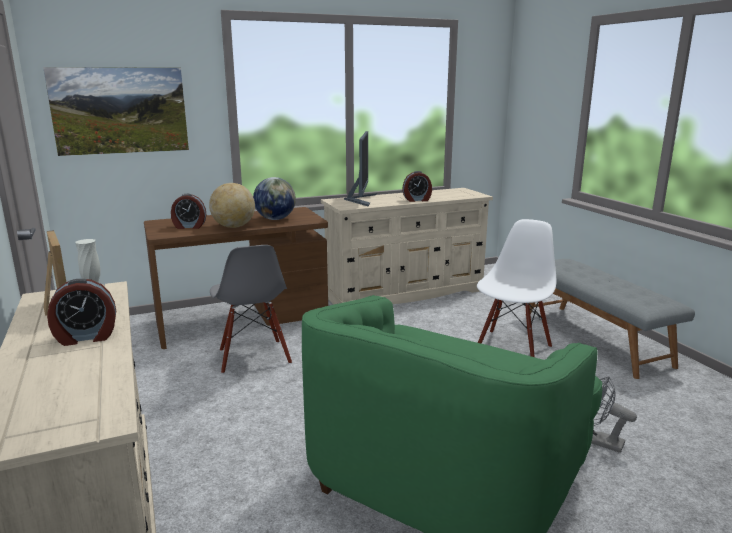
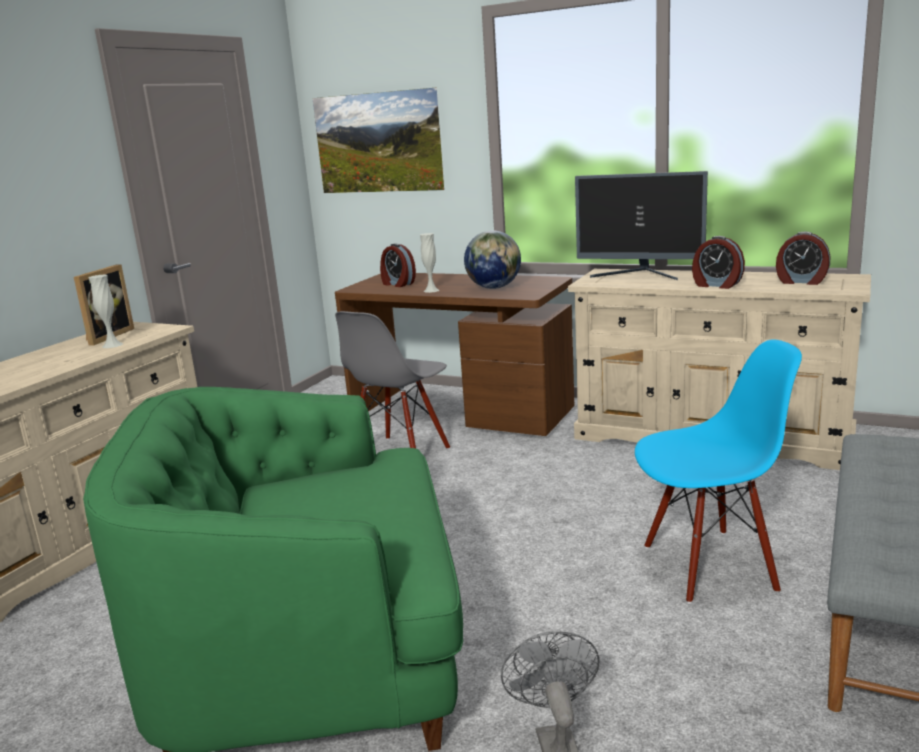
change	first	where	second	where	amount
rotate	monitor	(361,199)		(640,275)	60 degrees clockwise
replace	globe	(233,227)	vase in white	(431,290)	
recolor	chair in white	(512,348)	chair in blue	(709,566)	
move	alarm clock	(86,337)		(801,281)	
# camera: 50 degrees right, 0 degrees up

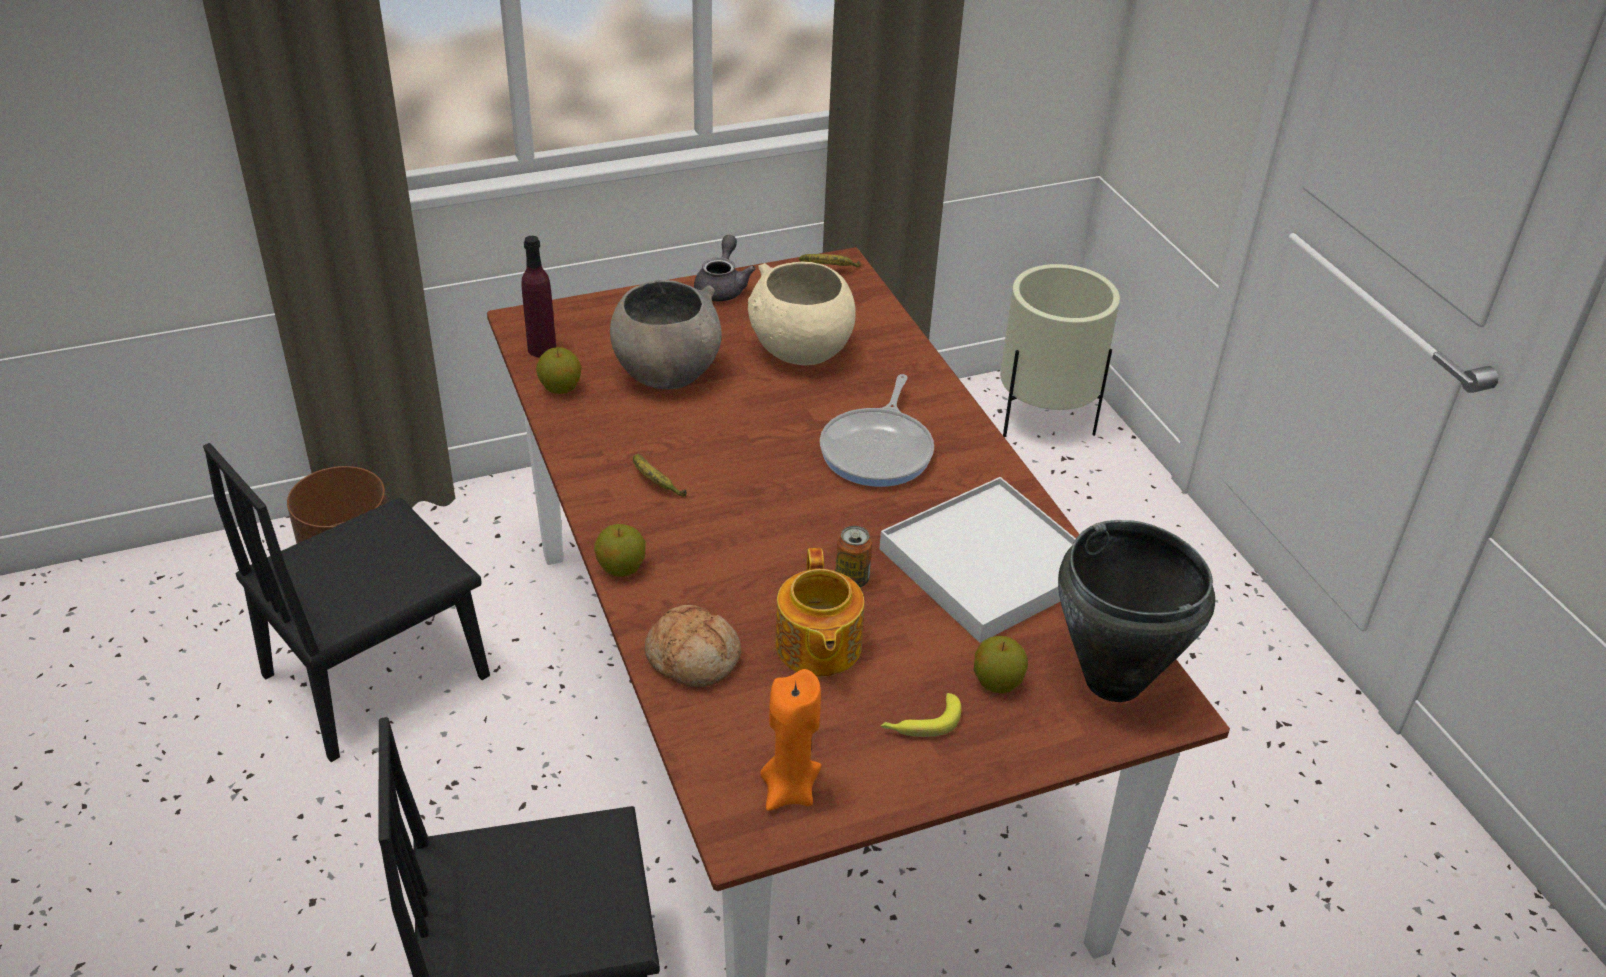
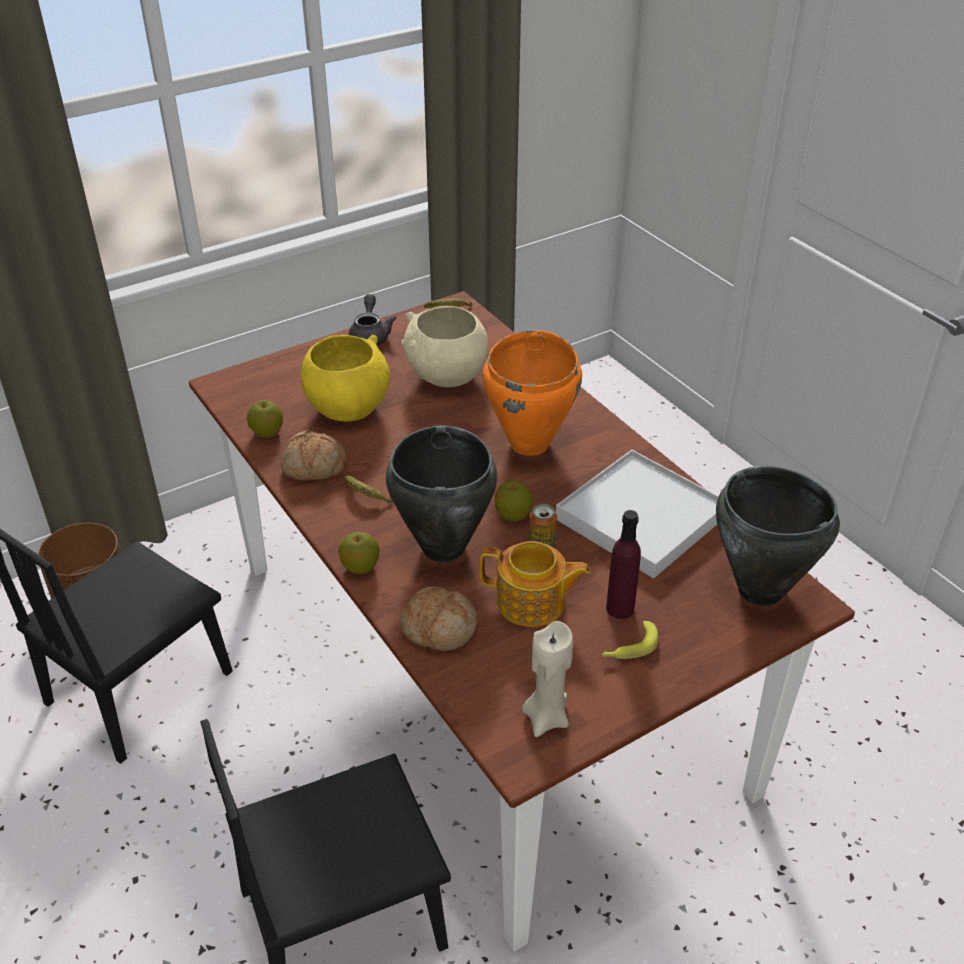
change	first	where	second	where	amount
move	bottle in purple	(542,349)		(620,608)	
delete	planter in beige	(1043,419)			
recolor	bowl in grey	(666,373)	bowl in yellow	(347,408)	
replace	frying pan	(879,450)	cooking pot in orange	(530,443)	
rotate	teapot	(817,647)		(532,603)	60 degrees counterclockwise
move	apple	(997,682)		(513,515)	
recolor	candle in orange	(789,790)	candle in beige	(546,717)	
insert			cooking pot in black	(442,548)	
insert			bread	(313,467)	
# camera: 10 degrees left, 0 degrees up

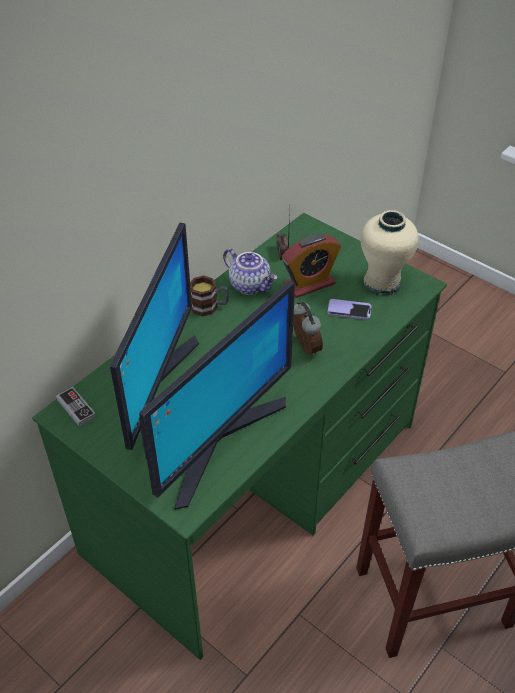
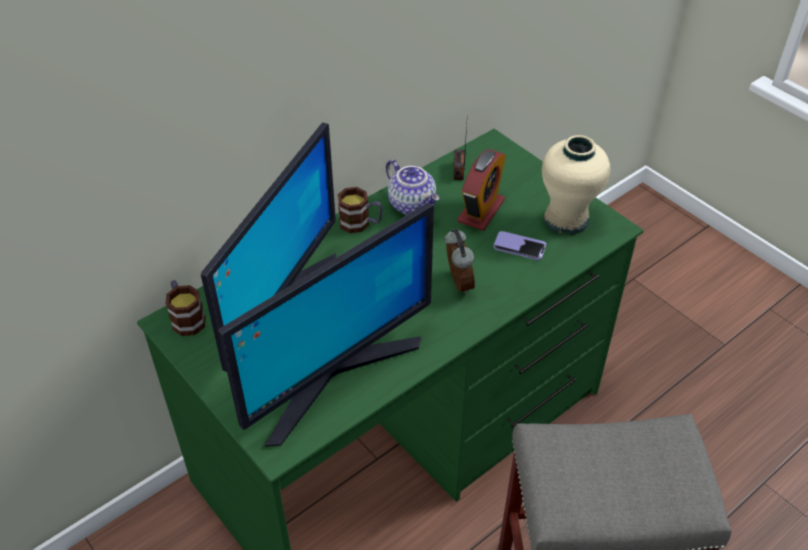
change	first	where	second	where	amount
rotate	alarm clock	(309,284)		(481,211)	45 degrees counterclockwise
replace	game controller	(76,408)	mug	(186,318)	
# camera: 10 degrees right, 0 degrees up

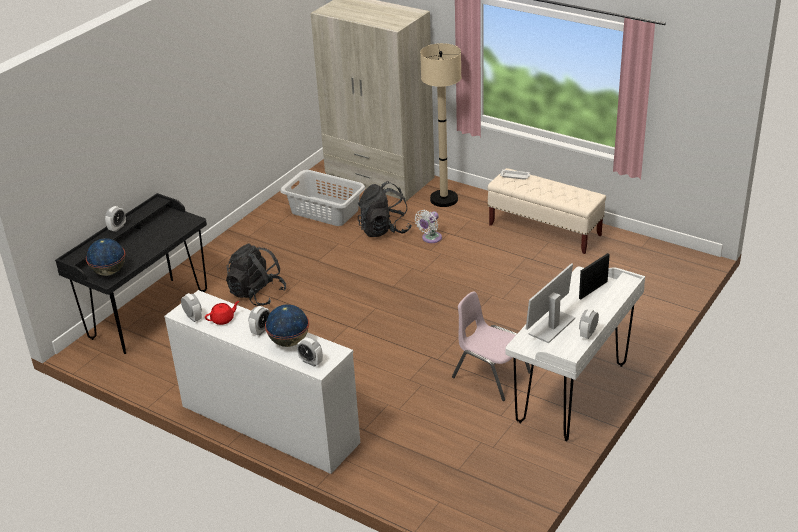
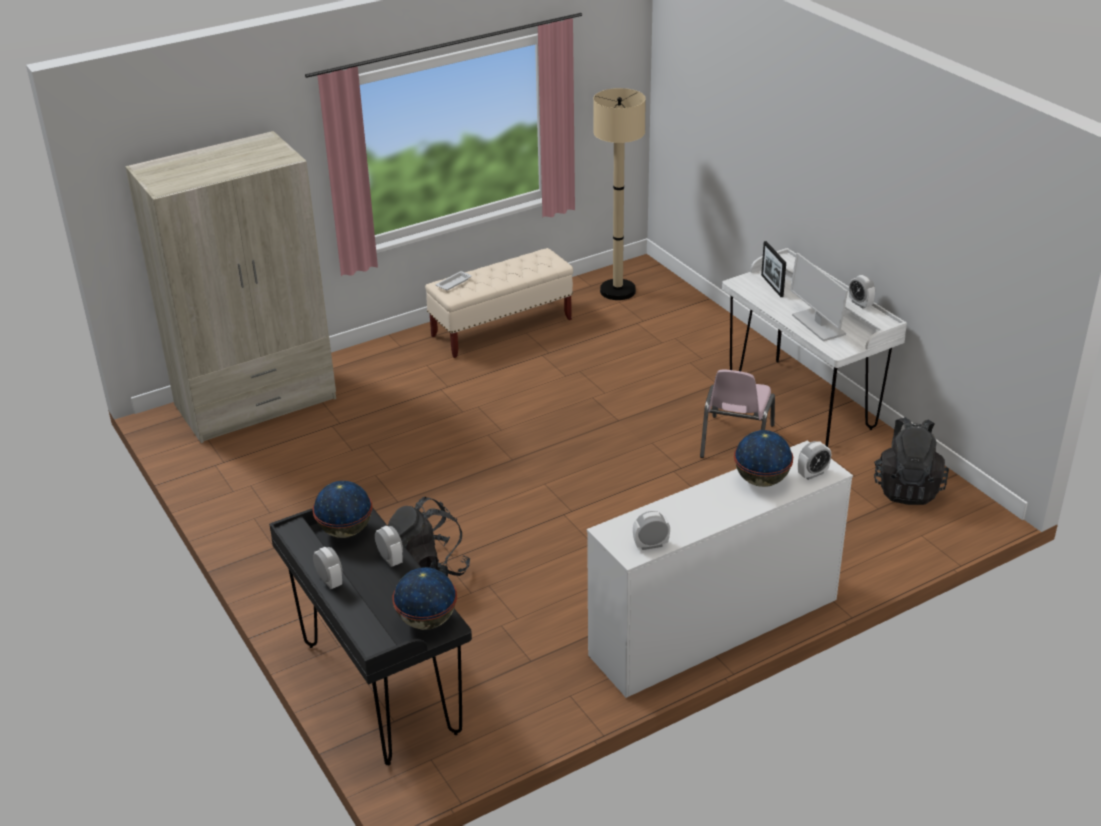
change	first	where	second	where	amount
move	floor lamp in beige	(444,199)		(617,291)	
delete	laundry basket in grey	(324,211)			
move	backpack in black	(384,230)		(907,488)	
delete	fan in white	(430,239)			
rotate	chair in pink	(490,375)		(735,441)	45 degrees counterclockwise
delete	teapot in red	(223,319)			
move	alarm clock	(261,330)		(390,559)	
insert			globe	(345,531)	
# camera: 65 degrees left, 0 degrees up

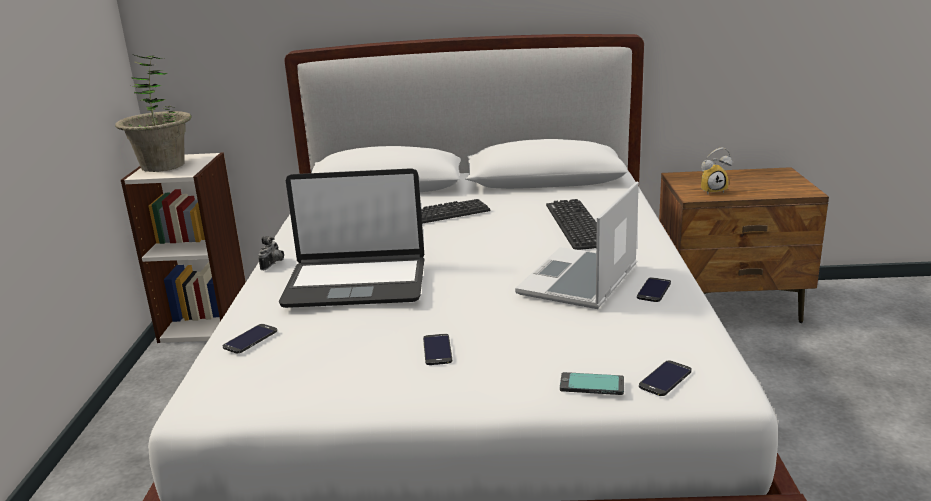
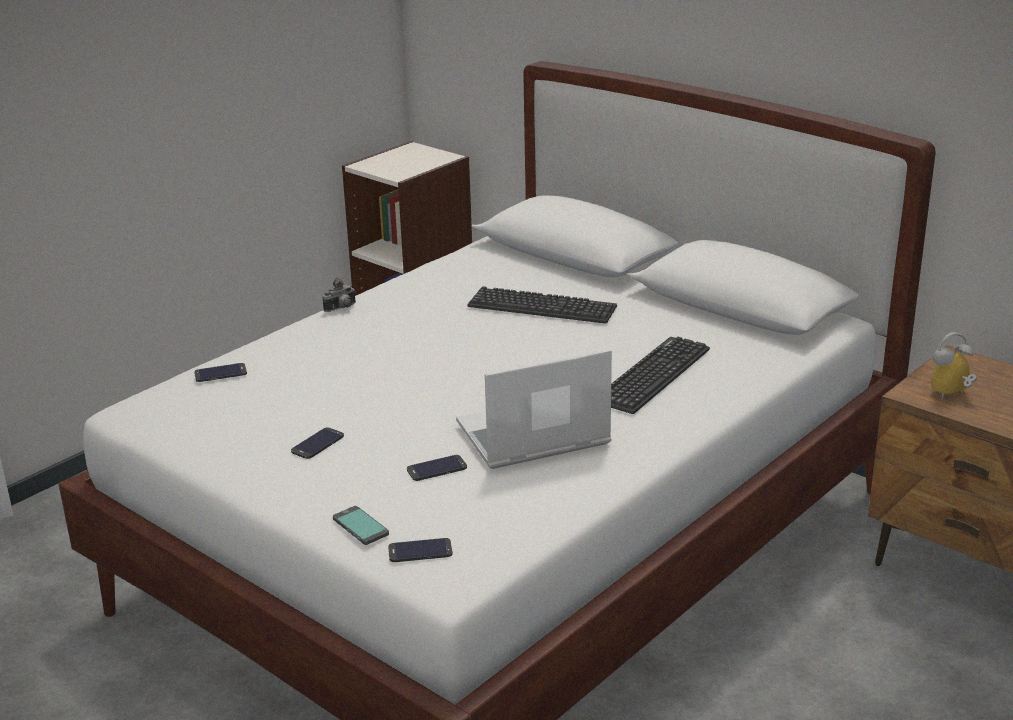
change	first	where	second	where	amount
delete	potted plant	(163,166)			
rotate	alarm clock	(712,191)		(952,395)	120 degrees clockwise
delete	laptop	(356,283)			
move	phone	(653,290)		(436,468)	
# camera: 40 degrees right, 5 degrees up

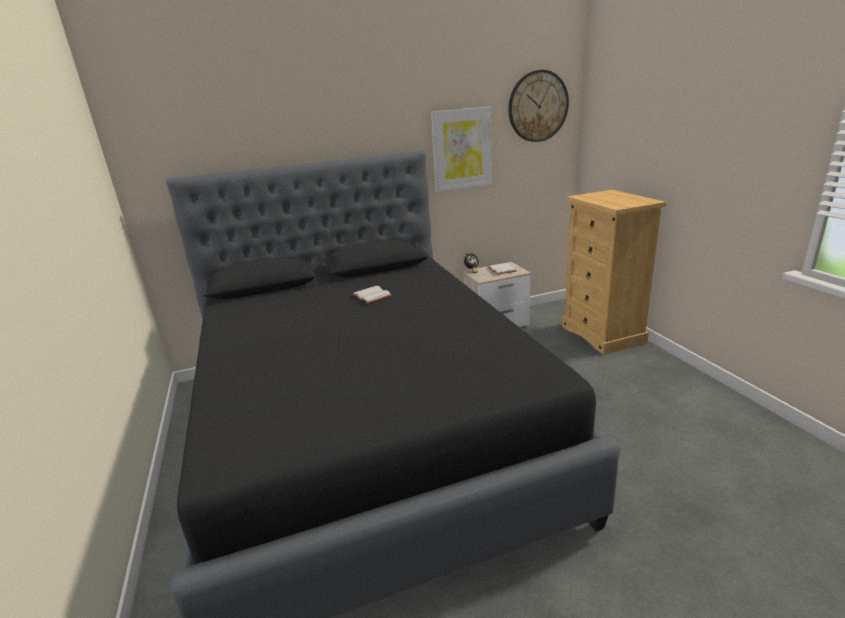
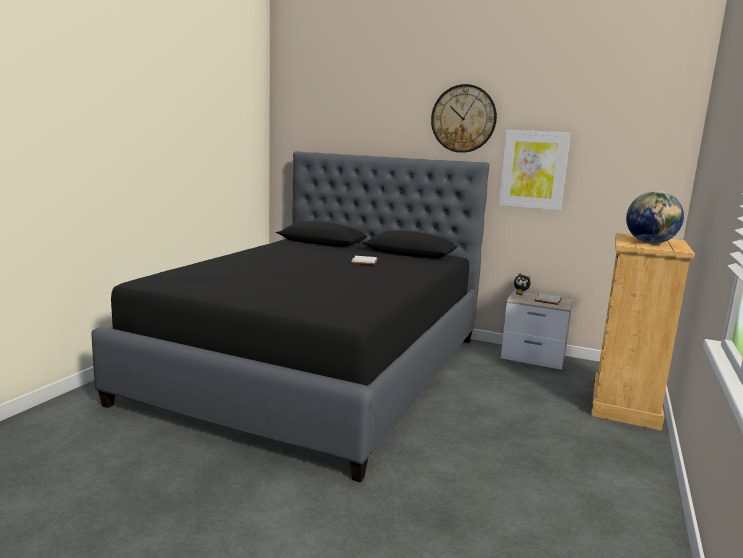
change	first	where	second	where	amount
move	wall clock	(538,106)		(463,119)	
insert			globe	(650,243)	
# camera: 40 degrees right, 10 degrees down

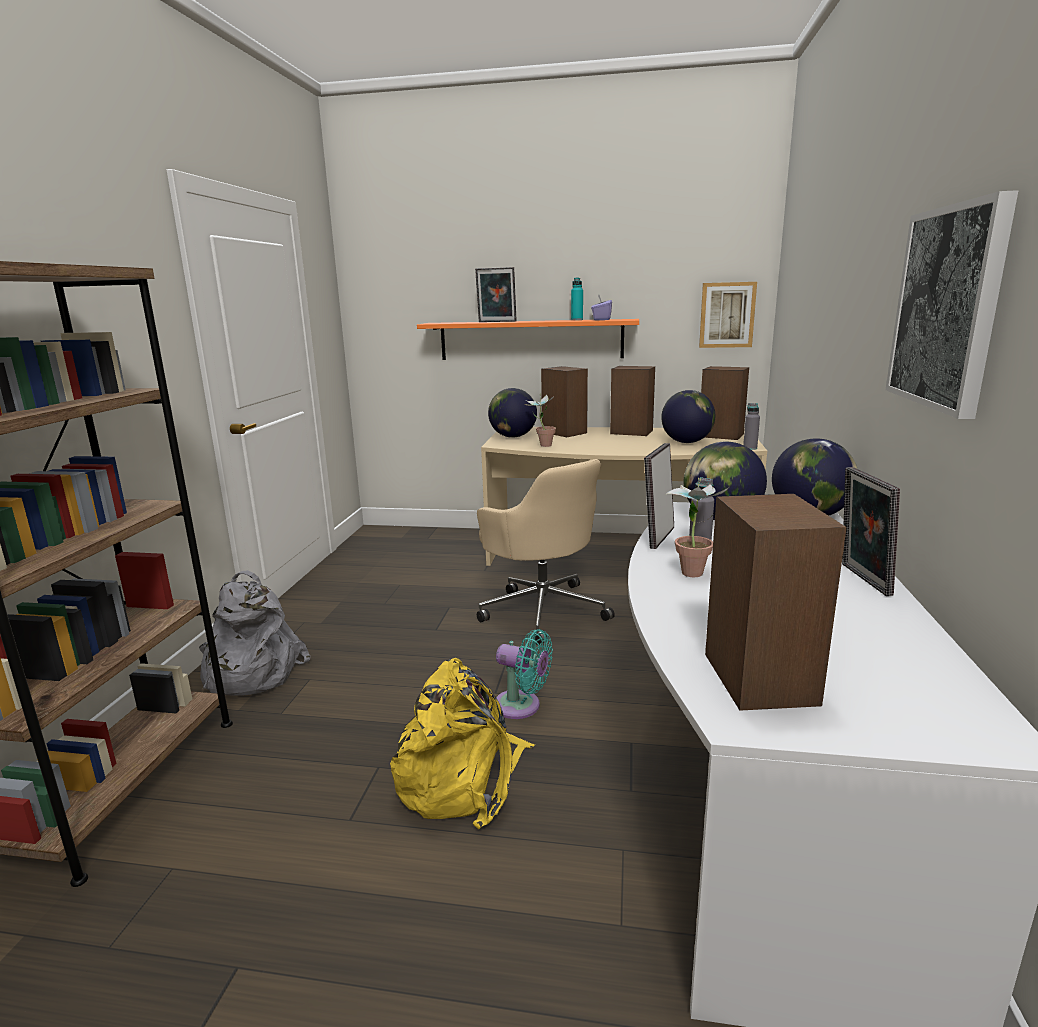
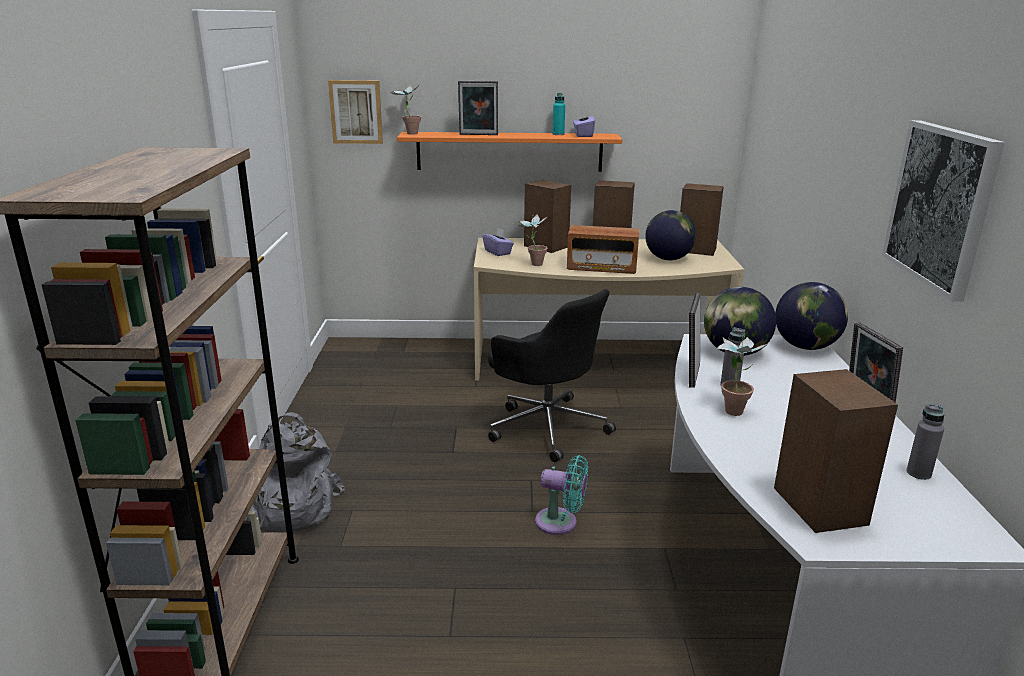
change	first	where	second	where	amount
move	picture	(727,315)		(356,112)	
replace	globe	(512,436)	tissue box in purple	(498,252)	
move	bottle in grey	(750,448)		(918,473)	
recolor	office chair in beige	(543,610)	office chair in black	(547,426)	
delete	backpack in yellow	(463,778)			
insert			potted plant	(408,133)	
insert			radio	(602,267)	
# camera: 10 degrees left, 5 degrees up

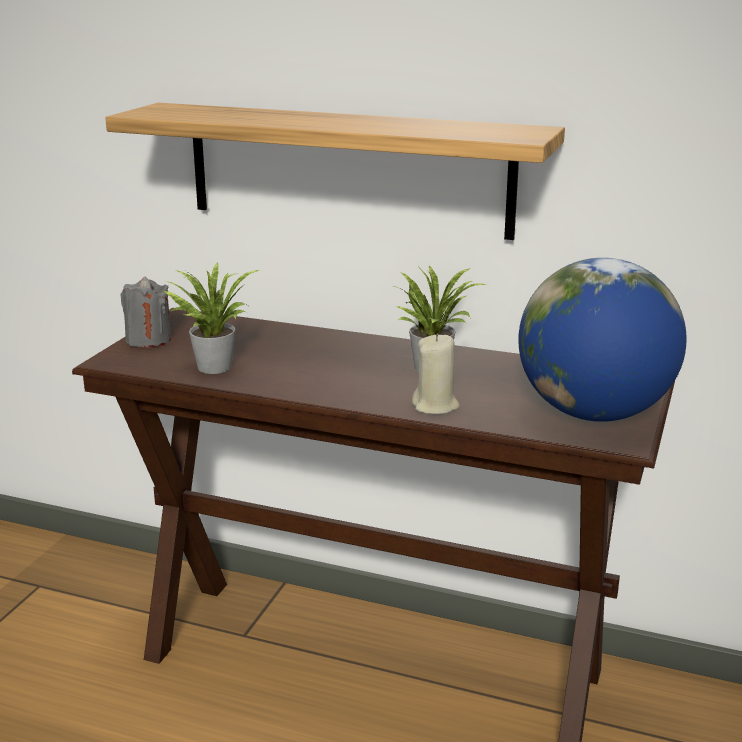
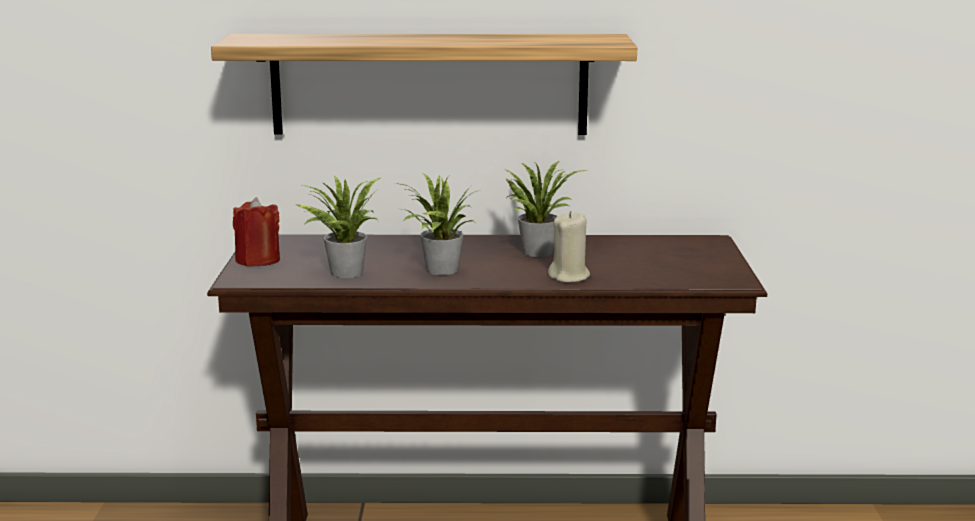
change	first	where	second	where	amount
delete	globe	(594,413)			
recolor	candle in grey	(148,340)	candle in red	(258,260)	
insert			potted plant	(438,271)	
# camera: 20 degrees left, 5 degrees down

